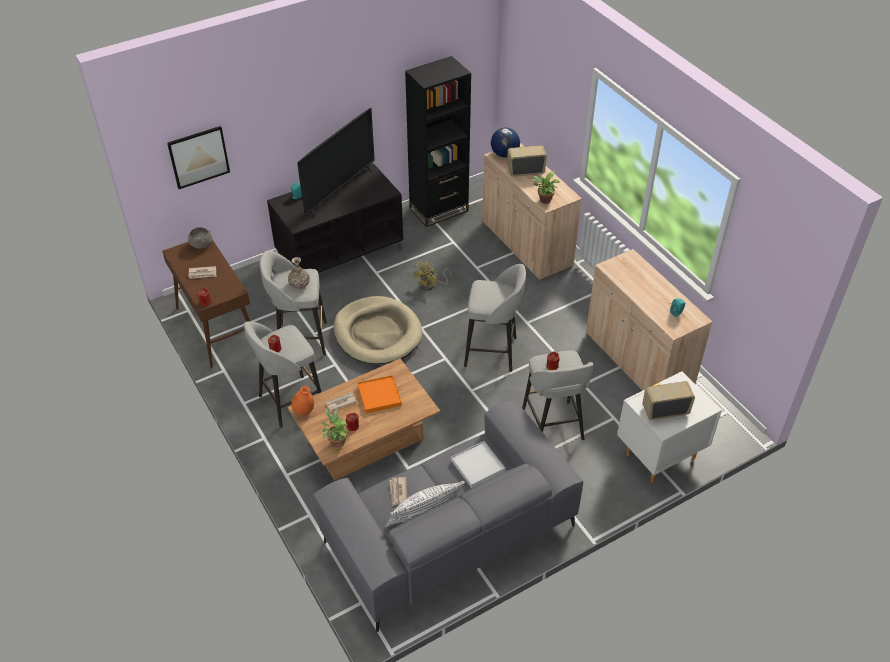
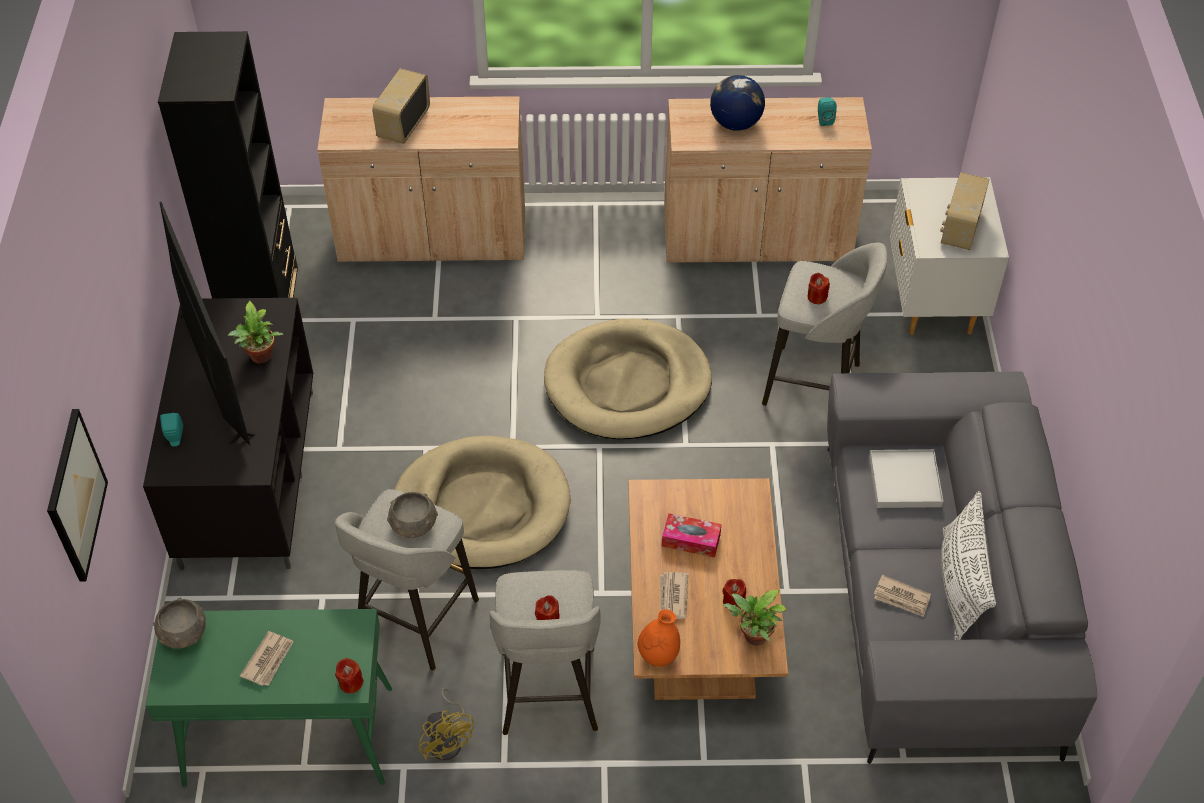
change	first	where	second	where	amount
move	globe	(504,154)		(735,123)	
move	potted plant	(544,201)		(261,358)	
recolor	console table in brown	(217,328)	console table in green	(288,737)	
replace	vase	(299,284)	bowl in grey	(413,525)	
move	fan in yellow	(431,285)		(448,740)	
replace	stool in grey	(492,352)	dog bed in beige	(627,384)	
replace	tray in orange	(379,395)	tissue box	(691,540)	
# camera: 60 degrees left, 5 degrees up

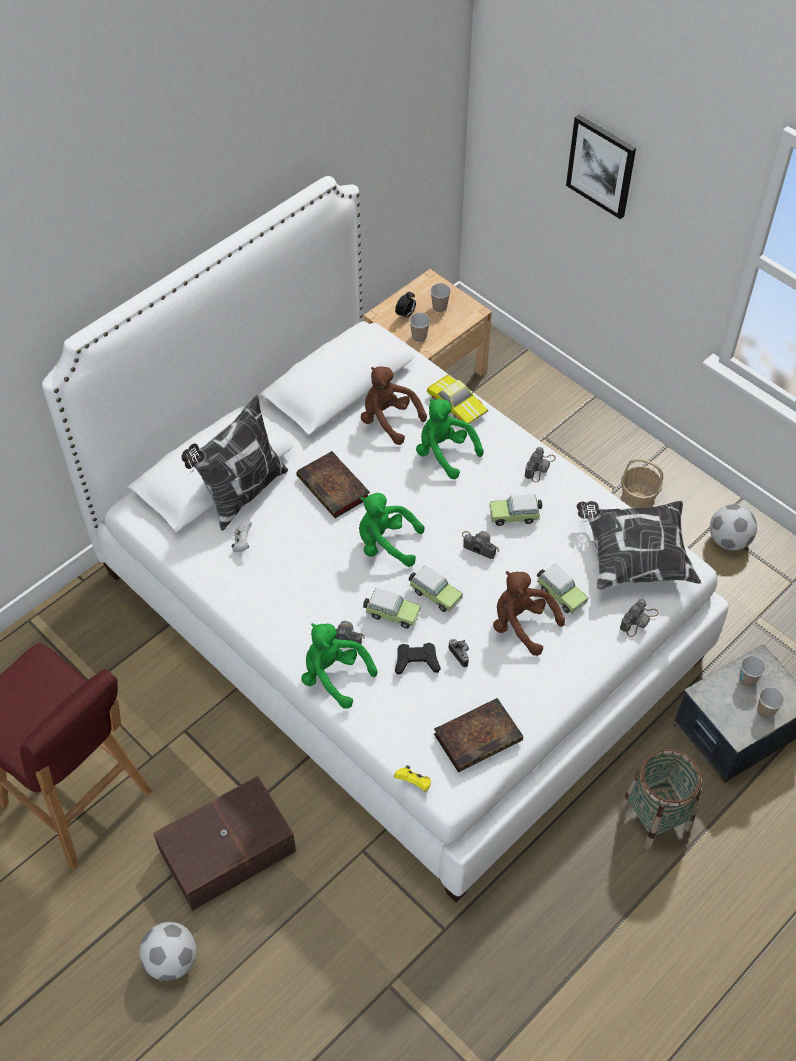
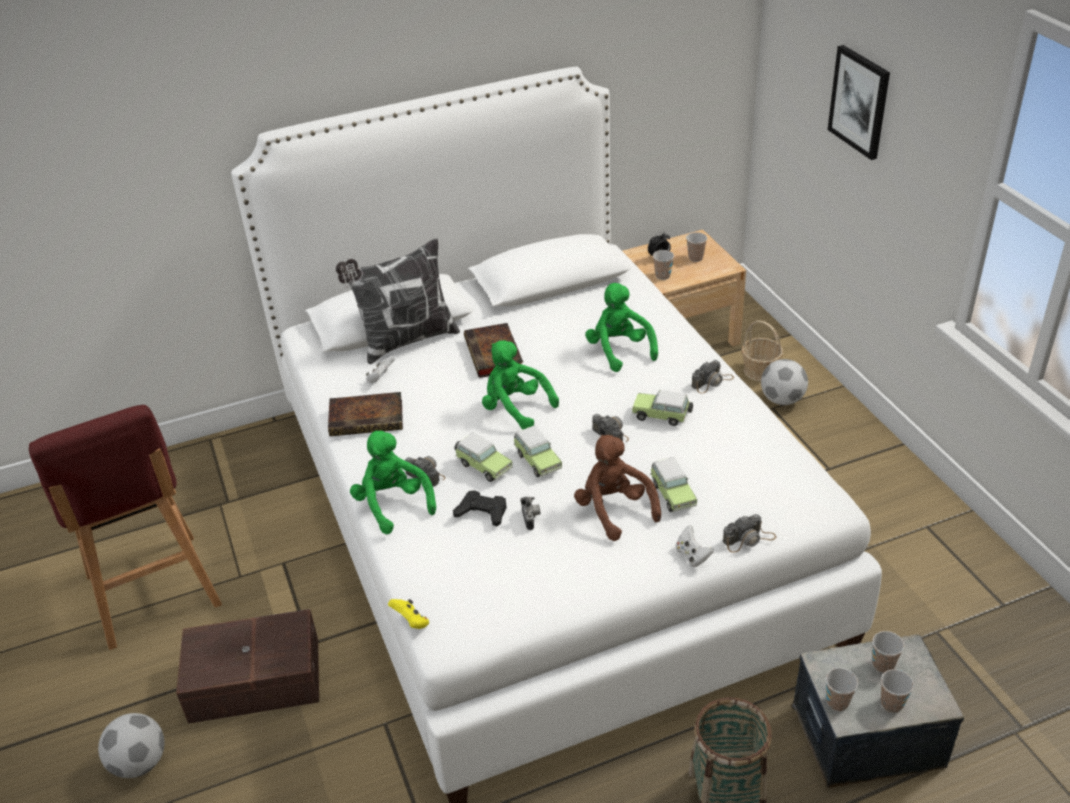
change	first	where	second	where	amount
delete	plush toy in brown	(388,420)			
delete	toy car	(457,404)			
move	basket	(637,498)		(760,371)	
delete	pillow	(633,556)			
move	football	(728,540)		(782,399)	
move	book	(479,736)		(368,418)	
insert			game controller in white	(692,556)	
insert			cup	(837,702)	
# camera: 25 degrees right, 15 degrees down

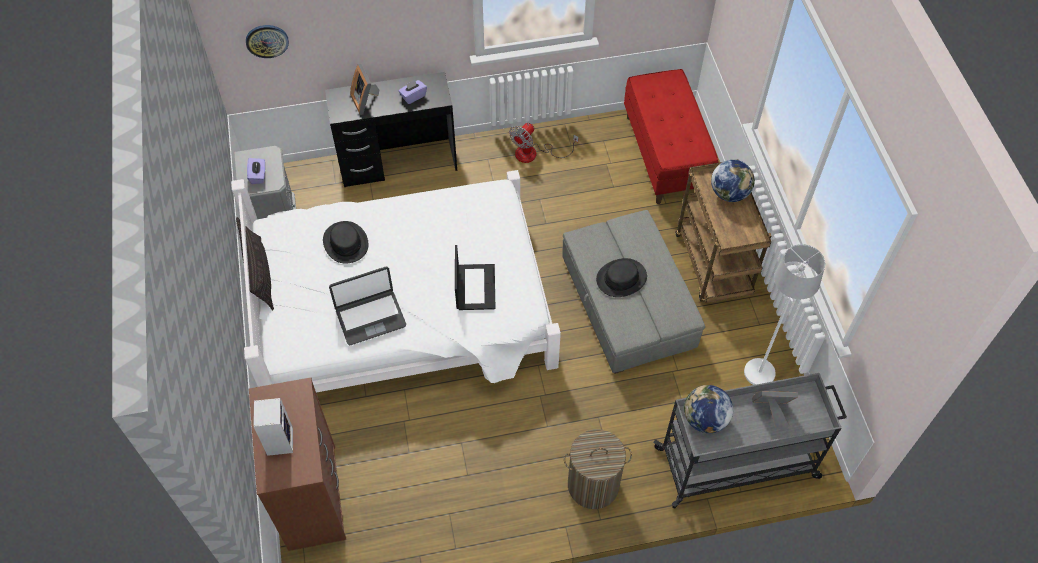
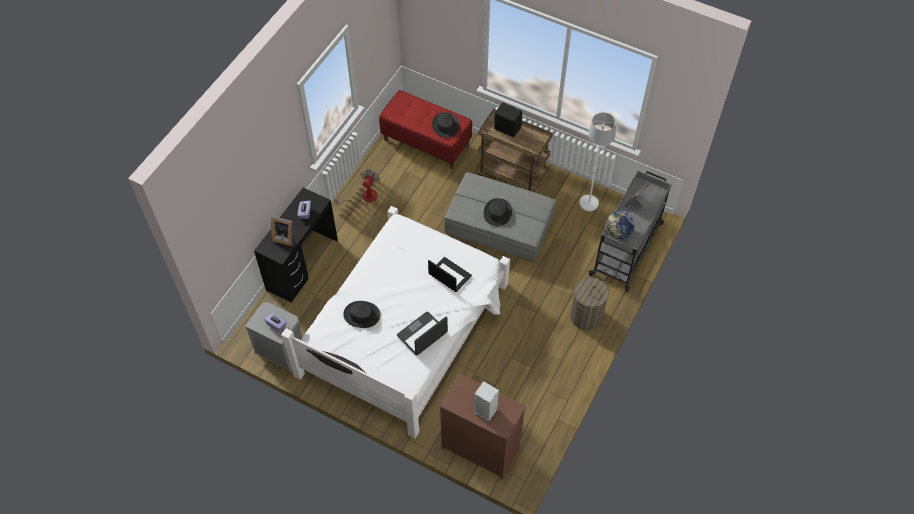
change	first	where	second	where	amount
delete	wall clock	(267,40)			
rotate	fan	(534,154)		(364,198)	150 degrees counterclockwise
replace	globe	(729,193)	speaker in black	(507,128)	
rotate	laptop	(370,317)		(422,334)	150 degrees counterclockwise
insert			hat in black	(445,125)	
# camera: 50 degrees left, 0 degrees up

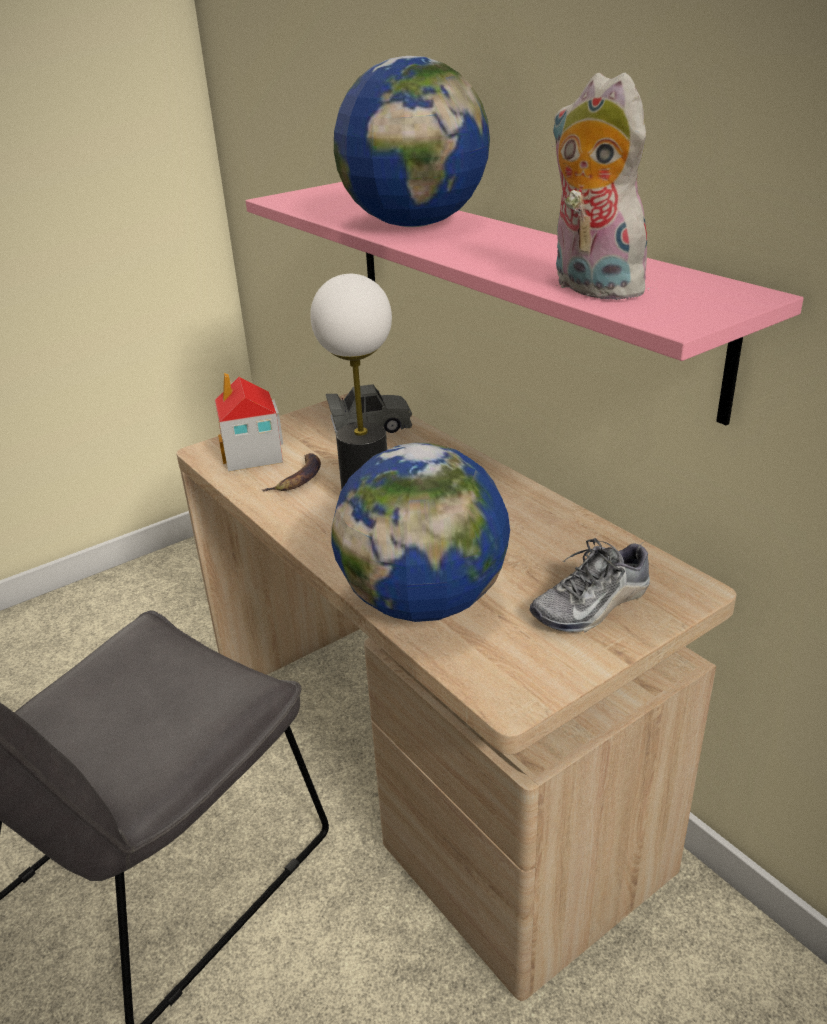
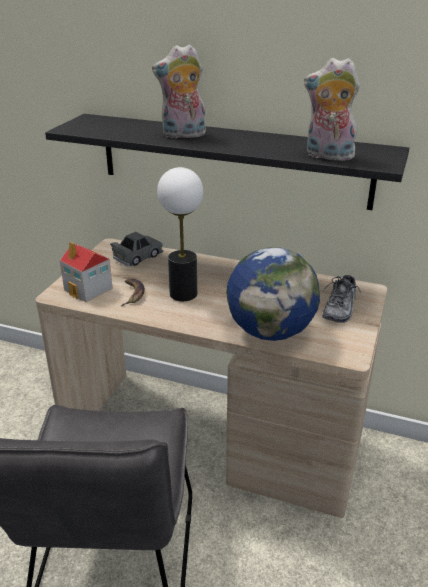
change	first	where	second	where	amount
replace	globe	(414,224)	plush toy	(183,135)	
recolor	shelf in pink	(514,284)	shelf in black	(232,160)	
# camera: 35 degrees left, 0 degrees up

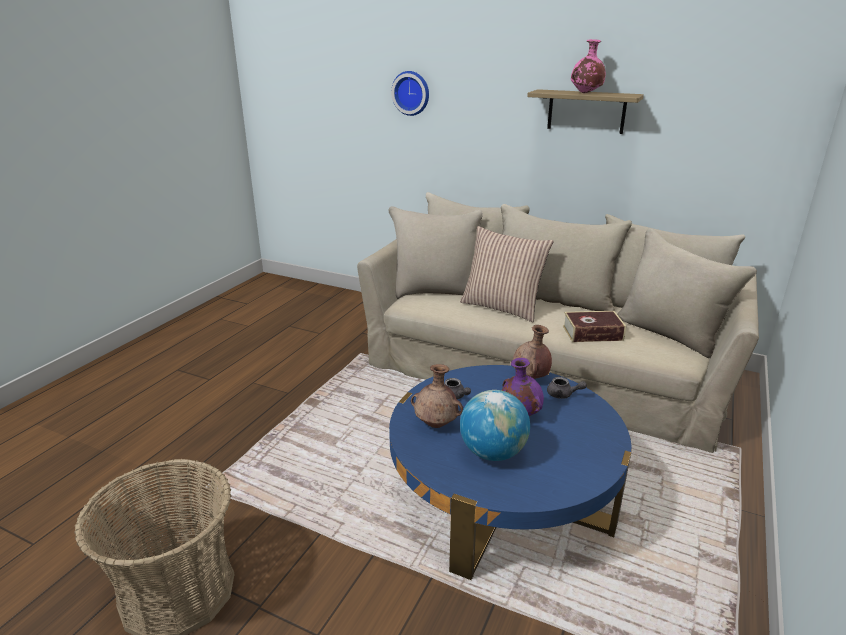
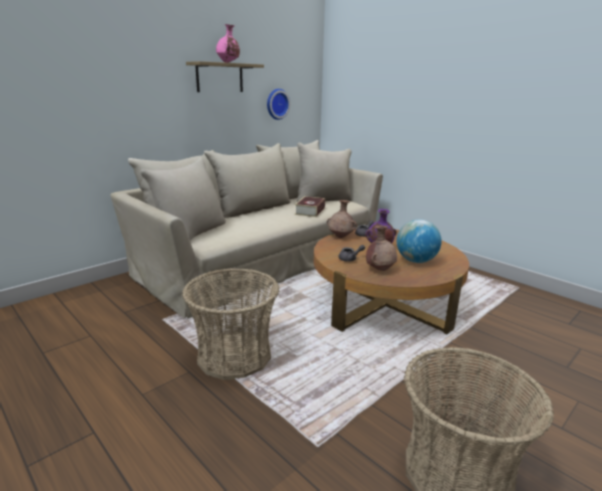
change	first	where	second	where	amount
move	wall clock	(411,93)		(276,104)	
delete	pillow	(502,307)			
recolor	coffee table in blue	(502,494)	coffee table in brown	(384,303)	
insert			basket	(234,355)	
# camera: 70 degrees left, 5 degrees down

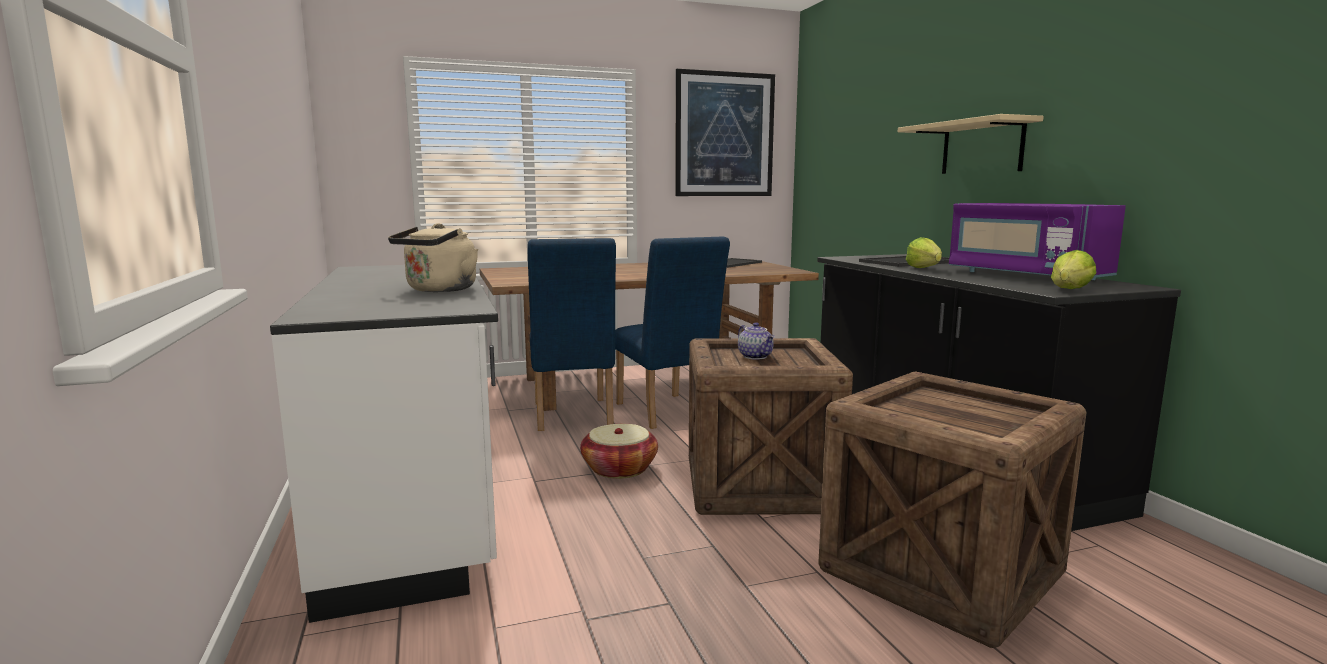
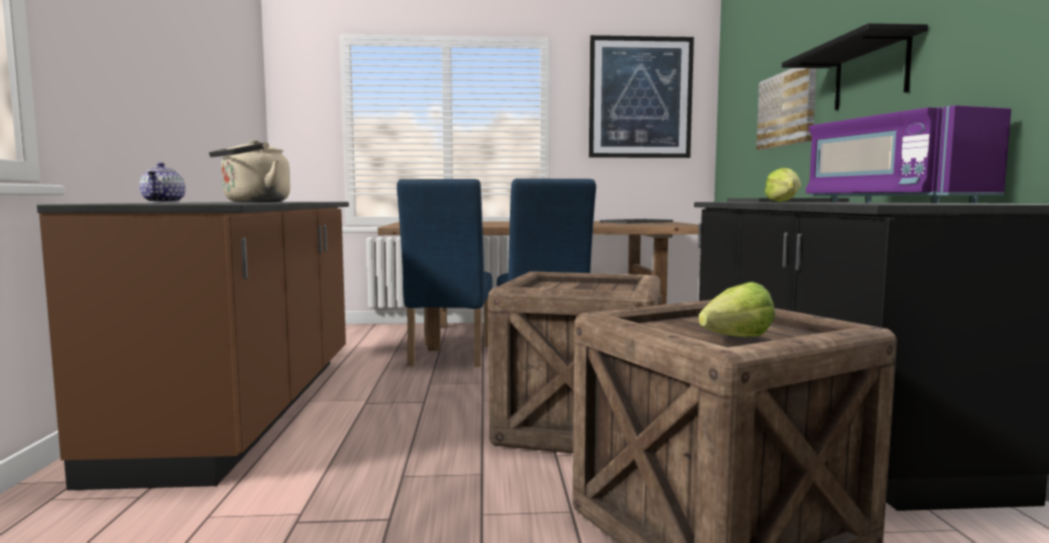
change	first	where	second	where	amount
recolor	shelf in beige	(982,147)	shelf in black	(870,74)	
move	lettuce	(1066,291)		(729,340)	
recolor	counter in white	(415,502)	counter in brown	(248,409)	
move	teapot	(756,356)		(164,202)	
delete	basket	(619,469)			
insert			picture	(787,109)	
# camera: 15 degrees right, 5 degrees down

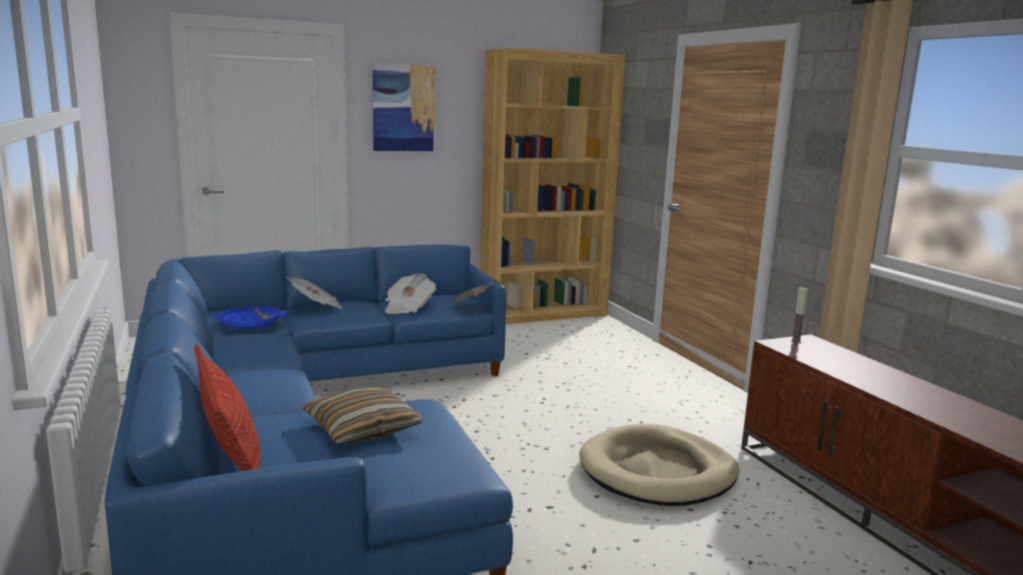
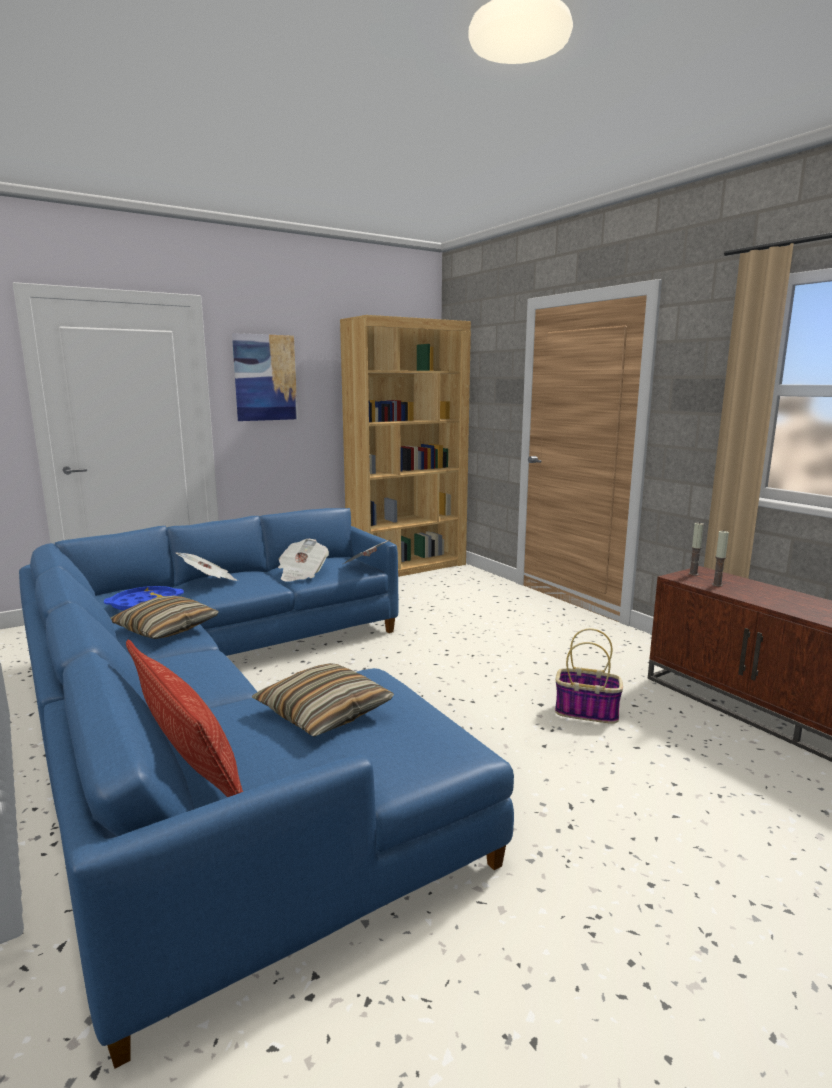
change	first	where	second	where	amount
replace	dog bed in beige	(658,472)	basket	(587,712)	
insert			candle	(717,585)	
insert			pillow	(166,629)	
# camera: 10 degrees left, 0 degrees up

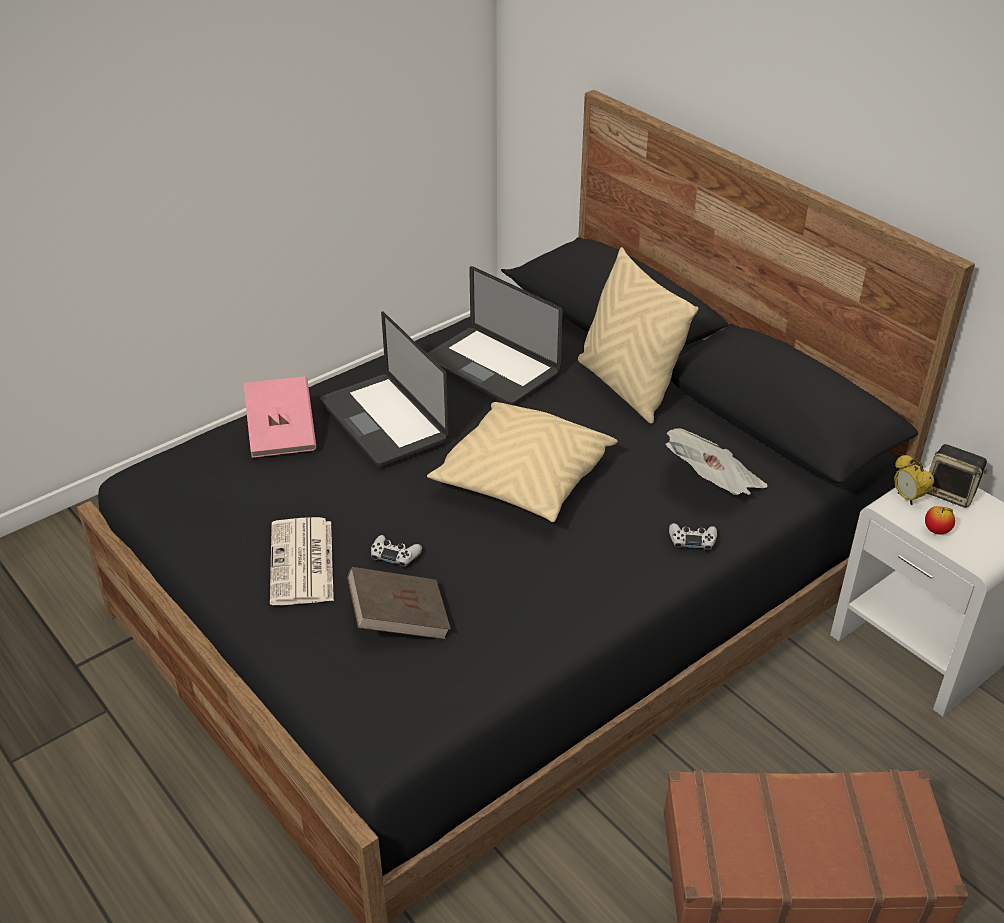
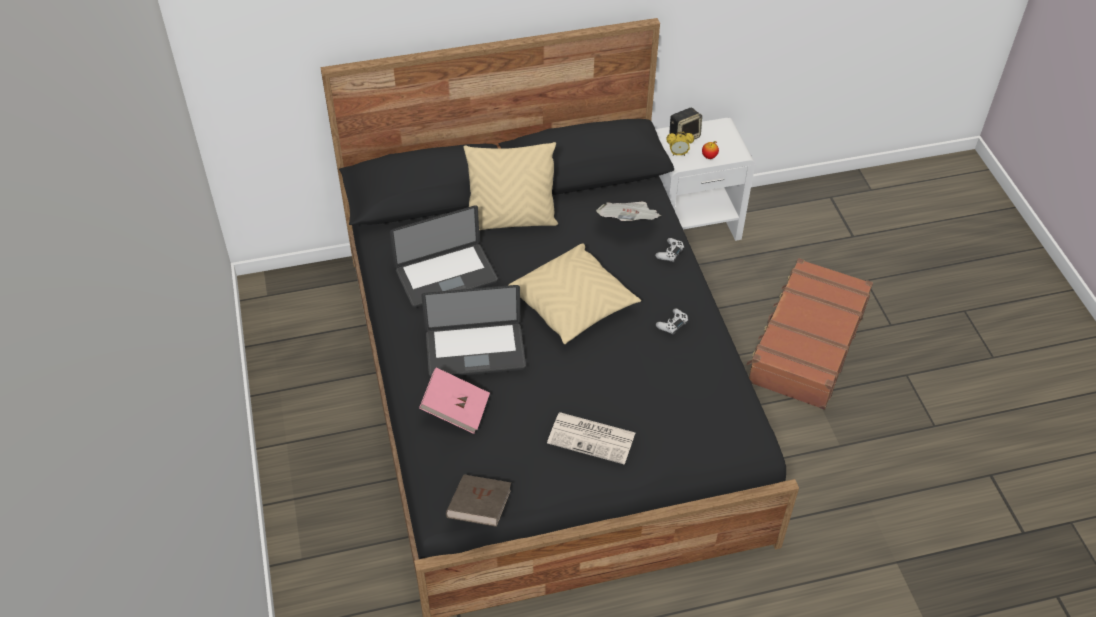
change	first	where	second	where	amount
move	game controller in white	(395,555)		(672,324)	
move	book in brown	(399,620)		(479,509)	
# camera: 65 degrees left, 10 degrees up

